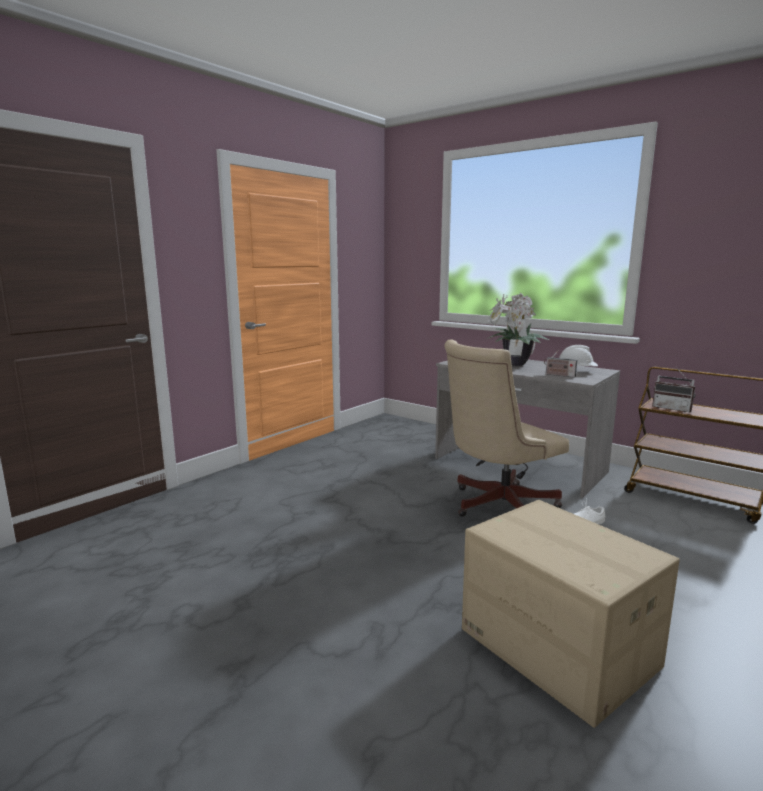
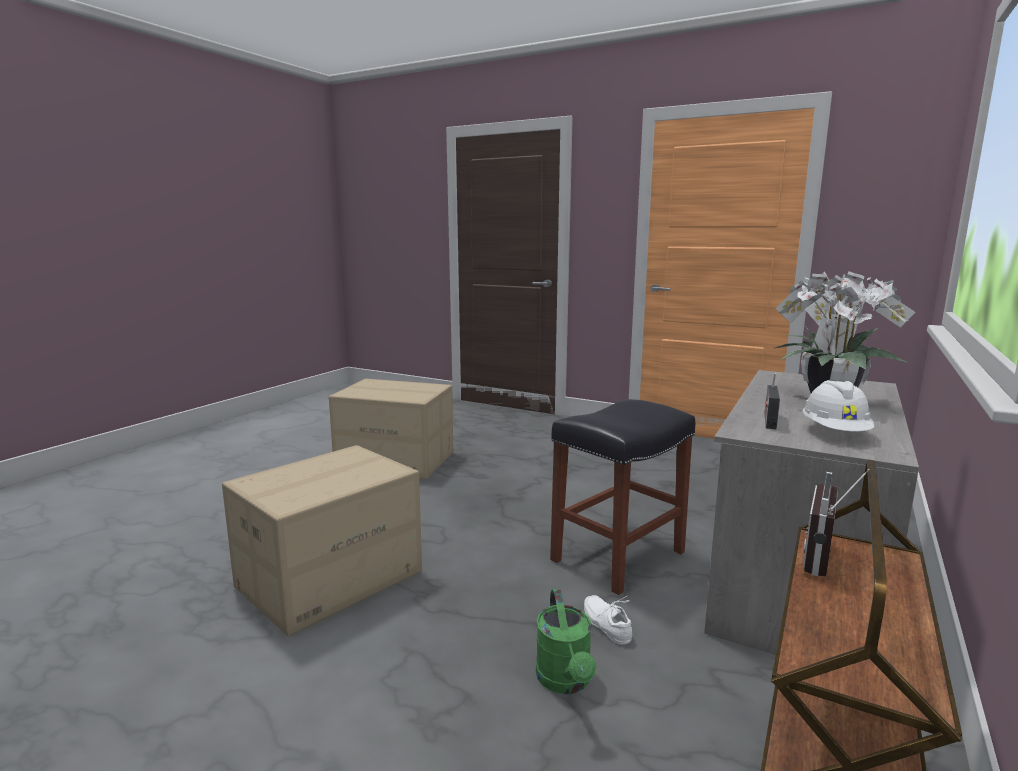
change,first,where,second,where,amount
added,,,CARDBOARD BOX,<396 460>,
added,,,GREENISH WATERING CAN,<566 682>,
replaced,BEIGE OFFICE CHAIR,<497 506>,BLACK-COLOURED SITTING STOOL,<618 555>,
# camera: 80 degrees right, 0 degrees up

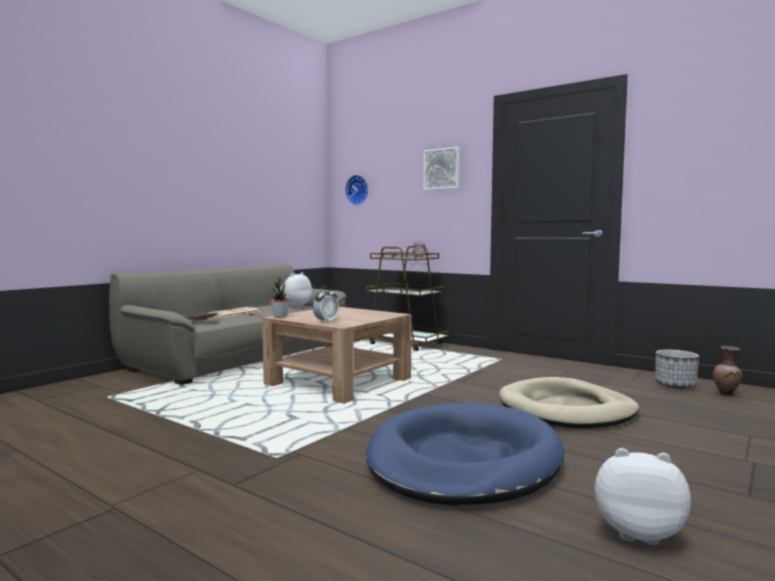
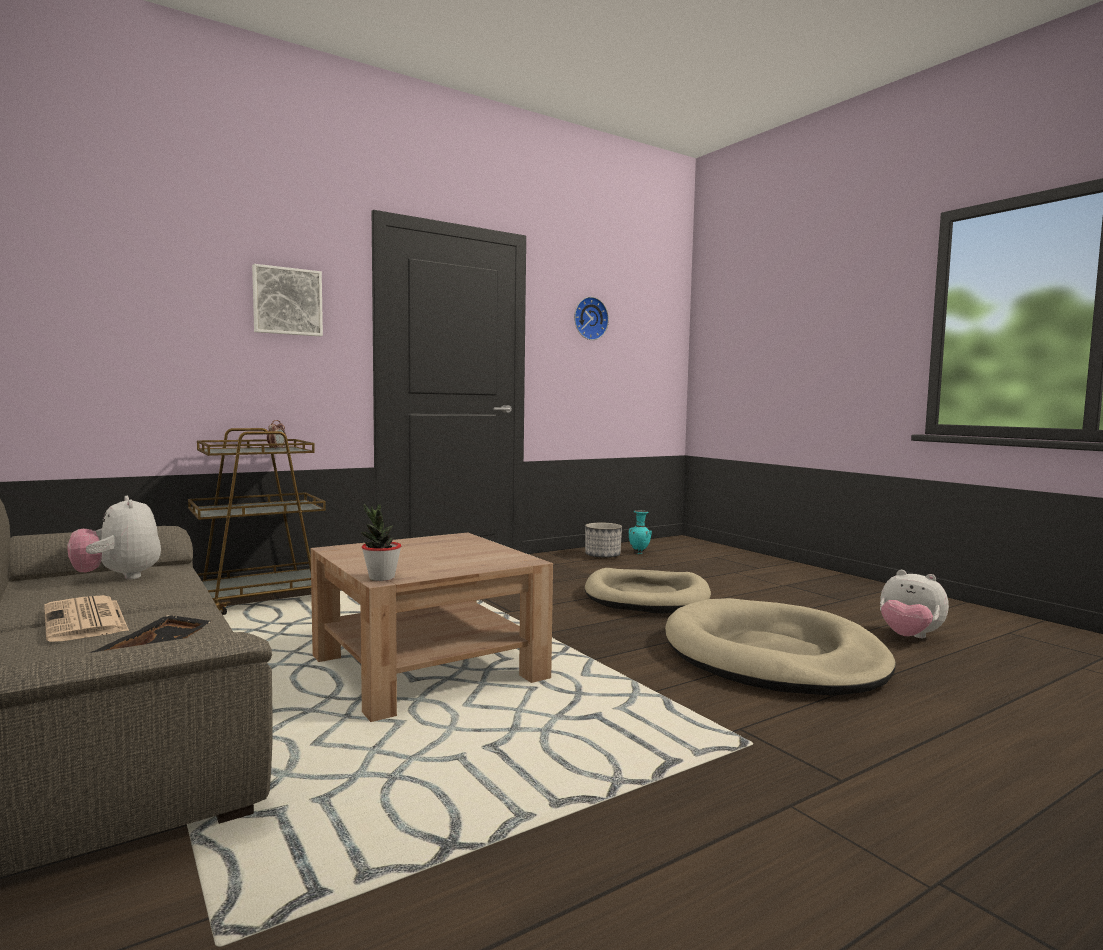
change,first,where,second,where,amount
moved,HANGING CLOCK,<358 190>,,<589 318>,
recoloured,BROWNISH DECORATIVE VASE,<726 394>,TURQUOISE-COLOURED DECORATIVE VASE,<639 553>,
recoloured,BLUISH DOG BED,<463 460>,BEIGE DOG BED,<772 656>,
turned,SOFT TOY,<637 532>,,<909 637>,90 degrees counterclockwise
removed,TABLE CLOCK,<326 321>,,,
# camera: 70 degrees left, 0 degrees up

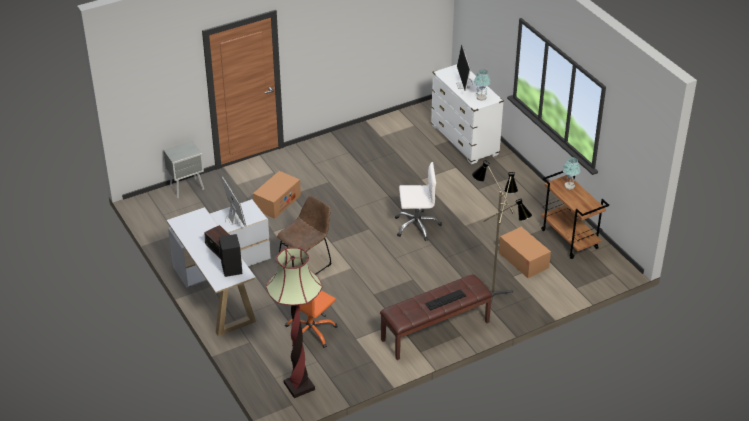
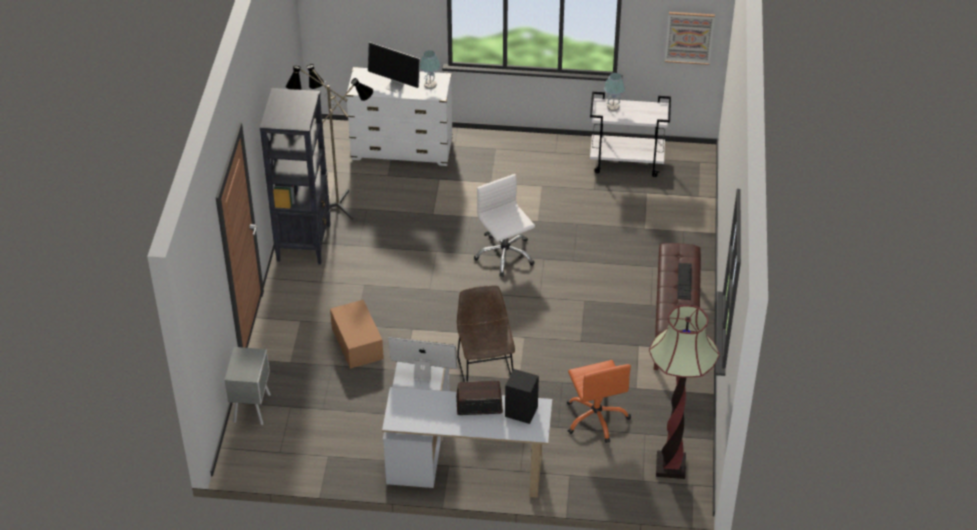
change,first,where,second,where,amount
added,,,BLACK-COLOURED SHELVING UNIT,<304 242>,
moved,STANDING LAMP,<495 293>,,<336 203>,
turned,WHITISH OFFICE CHAIR,<417 226>,,<504 255>,60 degrees counterclockwise
recoloured,BROWNISH CART,<570 239>,WHITISH CART,<627 162>,
added,,,WALL ART,<689 37>,
removed,CARDBOARD BOX,<523 260>,,,
# camera: 55 degrees left, 5 degrees up

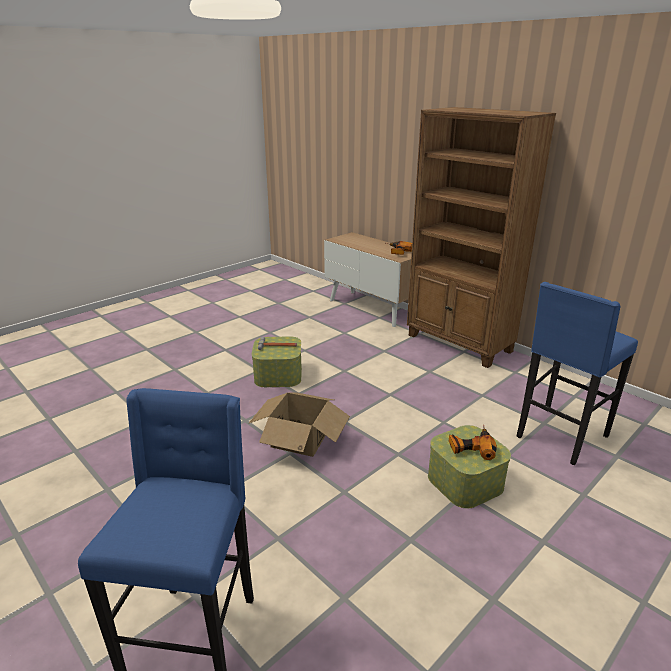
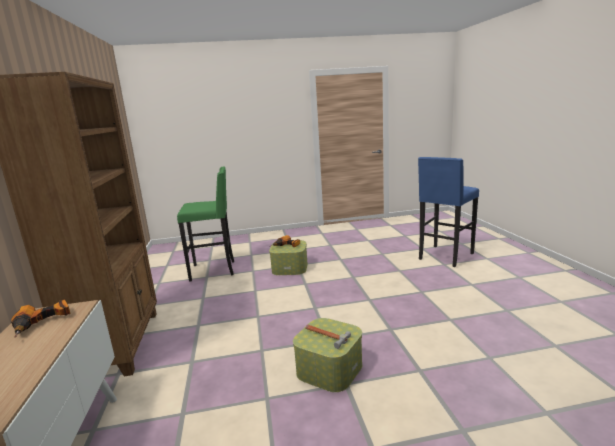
change,first,where,second,where,amount
recoloured,BLUISH SITTING STOOL,<559 437>,GREENISH SITTING STOOL,<214 270>,
removed,CARDBOARD BOX,<300 438>,,,
# camera: 145 degrees left, 10 degrees down

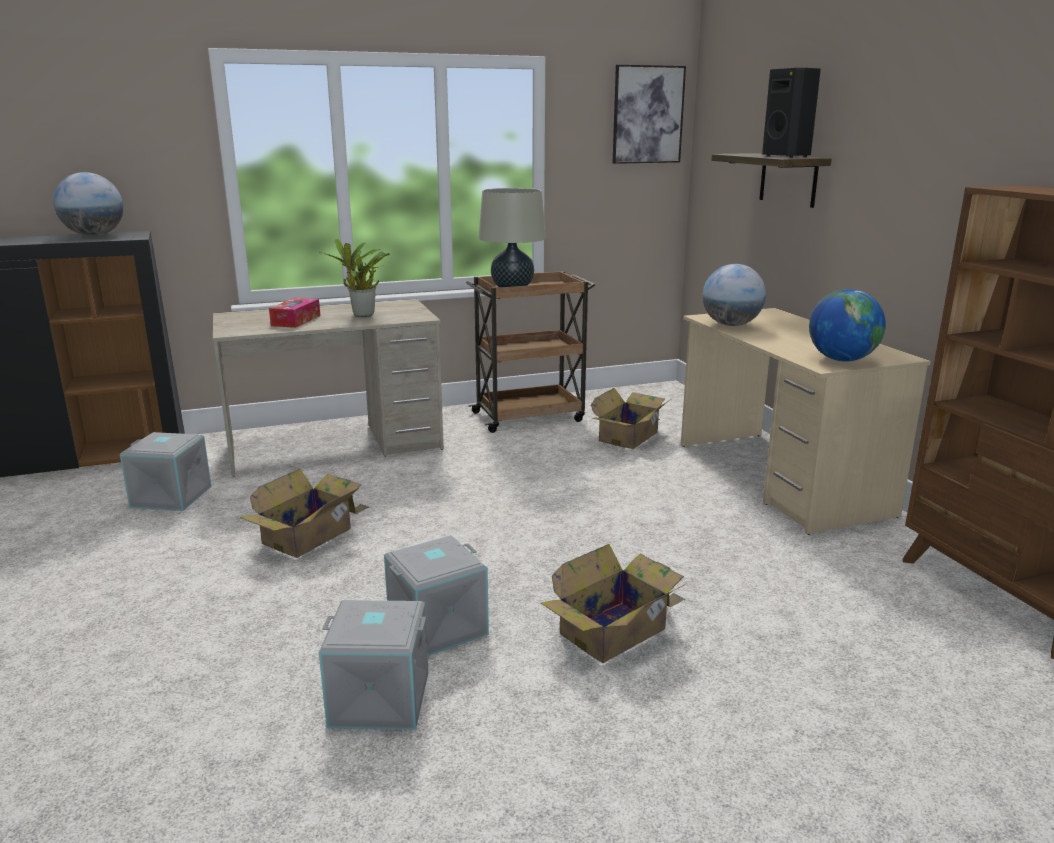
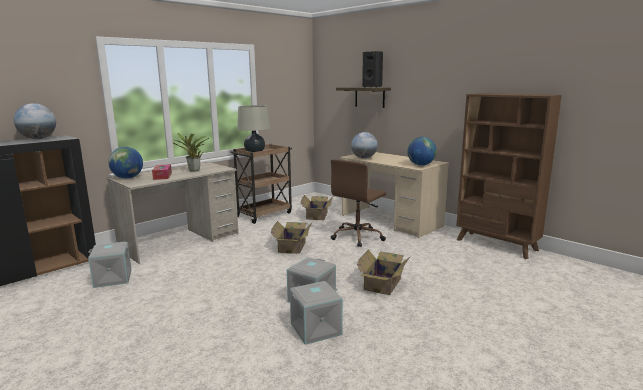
change,first,where,second,where,amount
added,,,WORLD GLOBE,<128 178>,
moved,CARDBOARD BOX,<311 535>,,<293 246>,
added,,,BROWNISH OFFICE CHAIR,<358 237>,
removed,WALL ART,<647 115>,,,
# camera: 25 degrees left, 5 degrees down

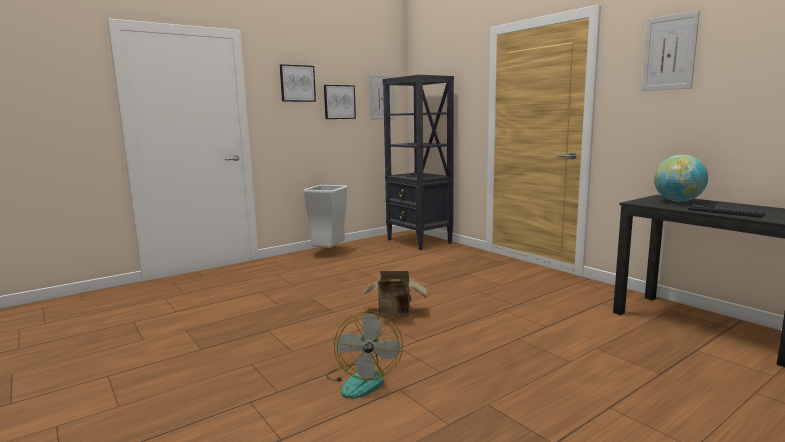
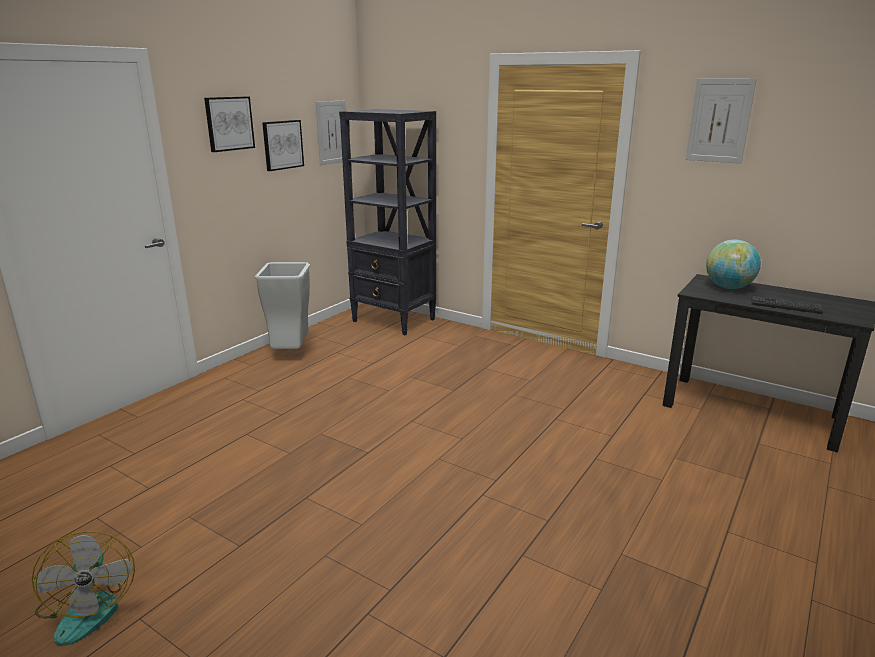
change,first,where,second,where,amount
moved,ELECTRIC FAN,<362 380>,,<89 608>,
removed,CARDBOARD BOX,<395 313>,,,
# camera: 20 degrees left, 10 degrees up

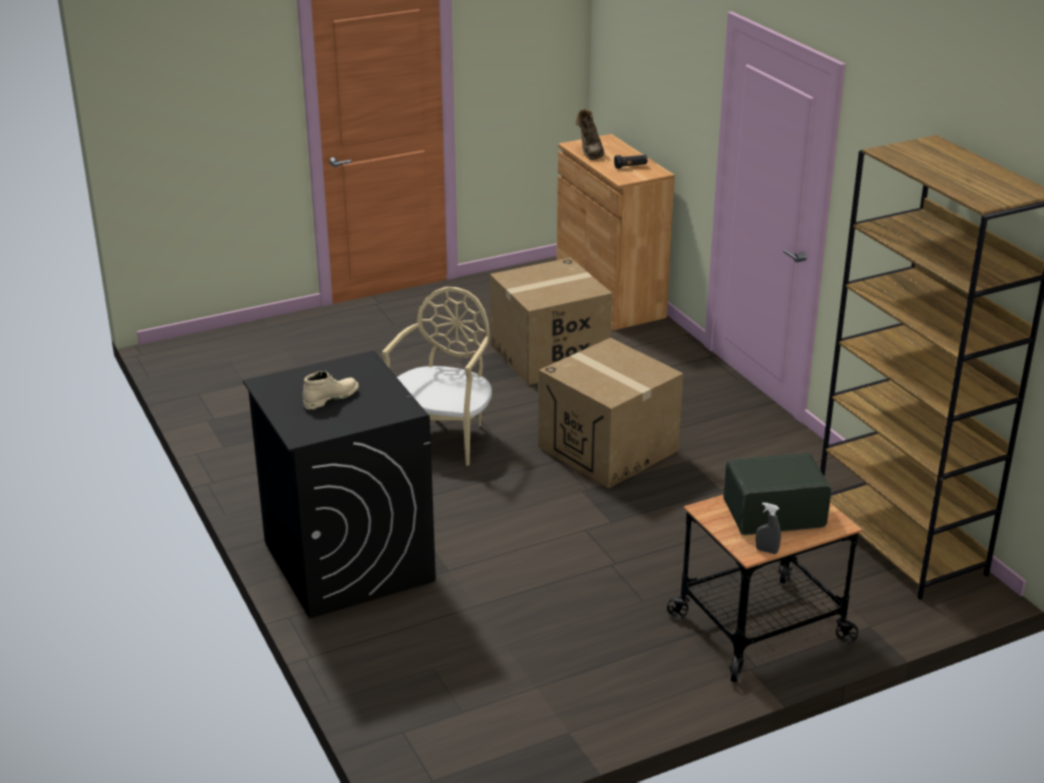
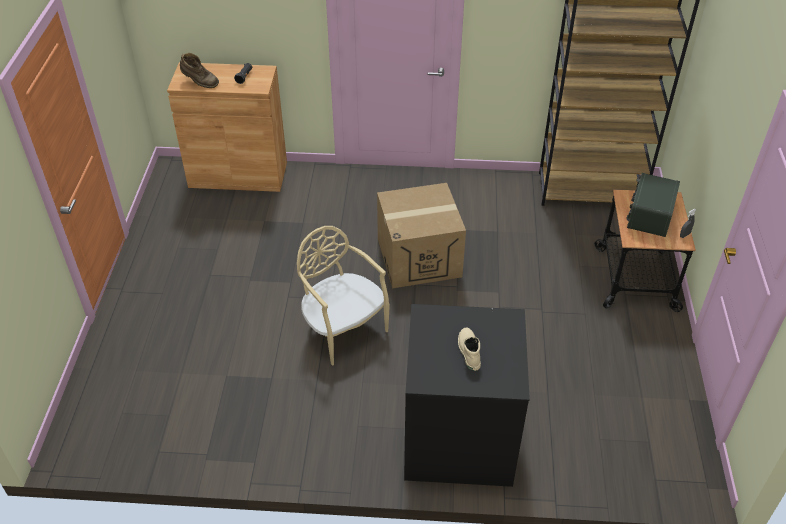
change,first,where,second,where,amount
removed,CARDBOARD BOX,<549 355>,,,
# camera: 60 degrees left, 15 degrees up

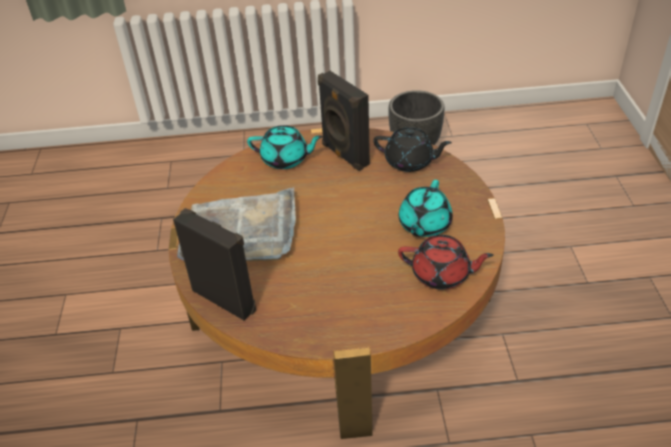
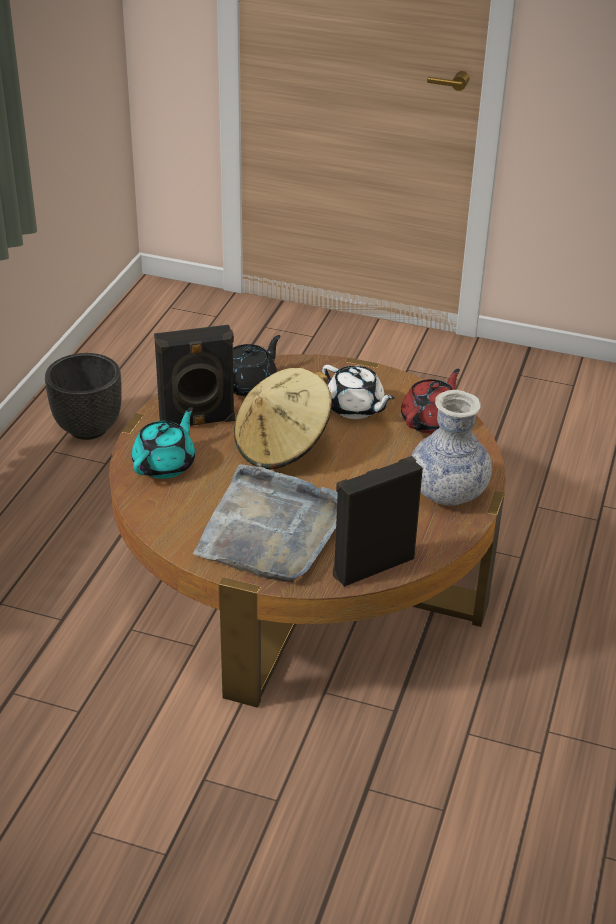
change,first,where,second,where,amount
added,,,BEIGE CLOTHING HAT,<282 445>,
recoloured,TURQUOISE-COLOURED TEAPOT,<424 225>,WHITISH TEAPOT,<355 408>,
added,,,DECORATIVE VASE,<447 492>,
# camera: 70 degrees left, 5 degrees down

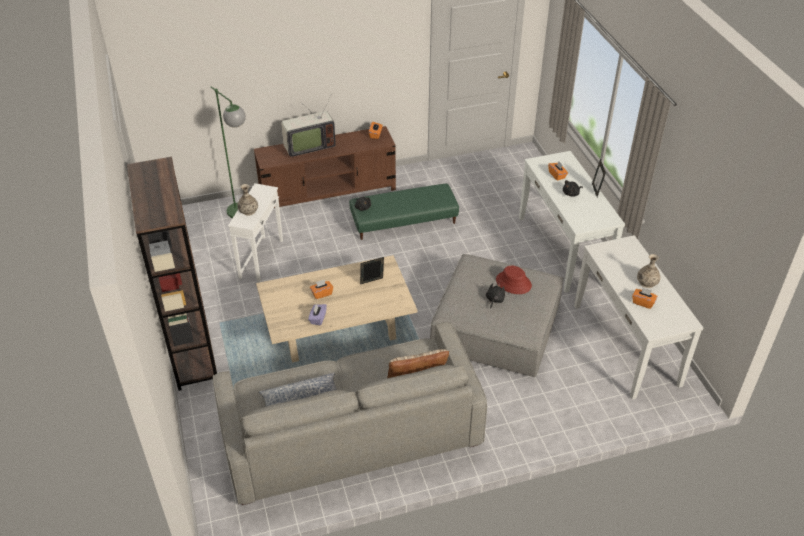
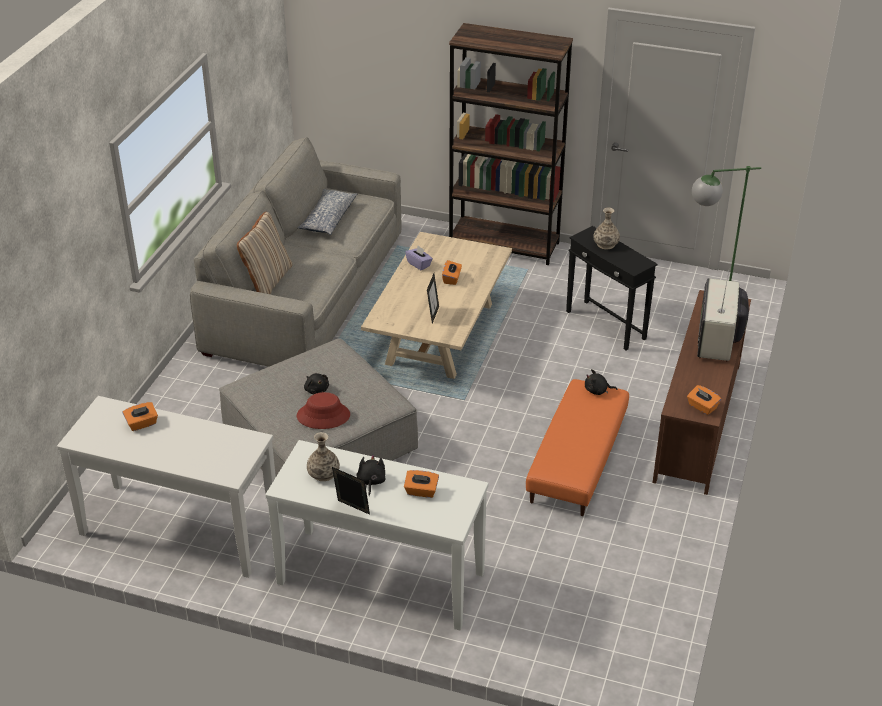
change,first,where,second,where,amount
moved,DECORATIVE VASE,<647 282>,,<323 474>,
recoloured,GREENISH FOOTREST,<403 220>,ORANGE-COLOURED FOOTREST,<578 460>,
recoloured,WHITISH END TABLE,<261 258>,BLACK-COLOURED END TABLE,<605 325>,
# camera: 125 degrees right, 5 degrees down

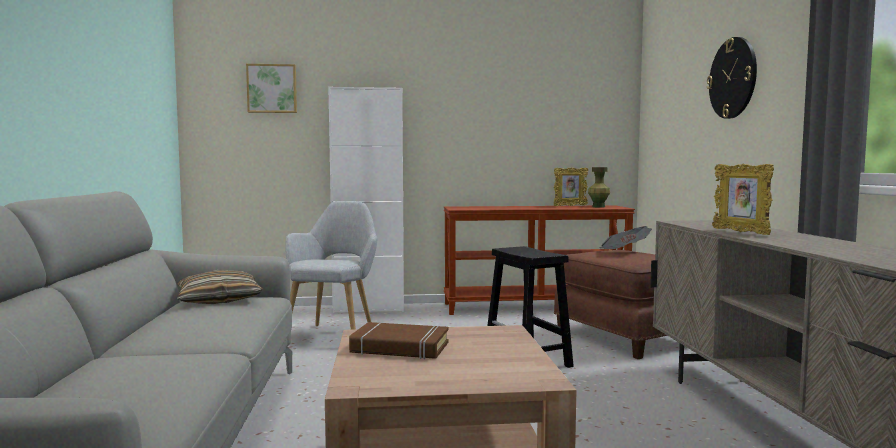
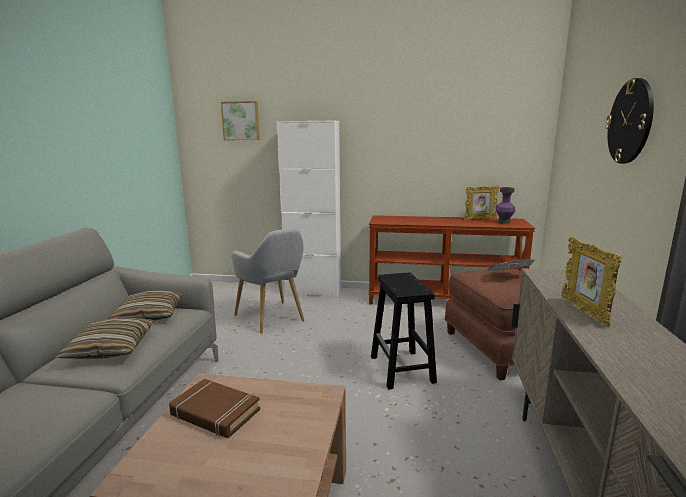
change,first,where,second,where,amount
added,,,PILLOW,<111 348>,
turned,GRAY ARMCHAIR,<335 334>,,<272 319>,120 degrees clockwise
recoloured,GREENISH DECORATIVE VASE,<598 207>,PURPLISH DECORATIVE VASE,<504 222>,
# camera: 15 degrees right, 10 degrees up

